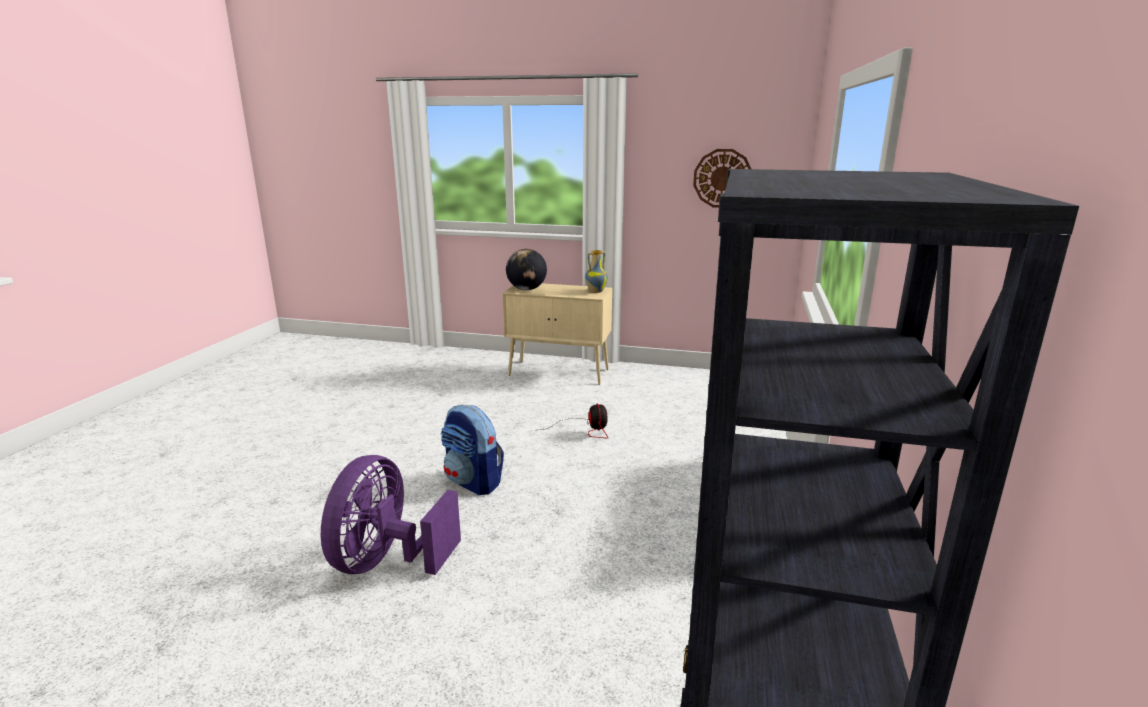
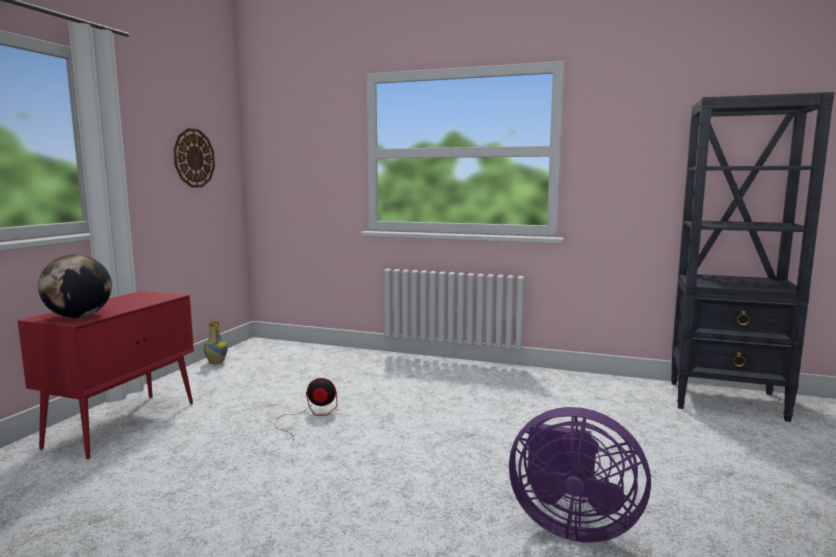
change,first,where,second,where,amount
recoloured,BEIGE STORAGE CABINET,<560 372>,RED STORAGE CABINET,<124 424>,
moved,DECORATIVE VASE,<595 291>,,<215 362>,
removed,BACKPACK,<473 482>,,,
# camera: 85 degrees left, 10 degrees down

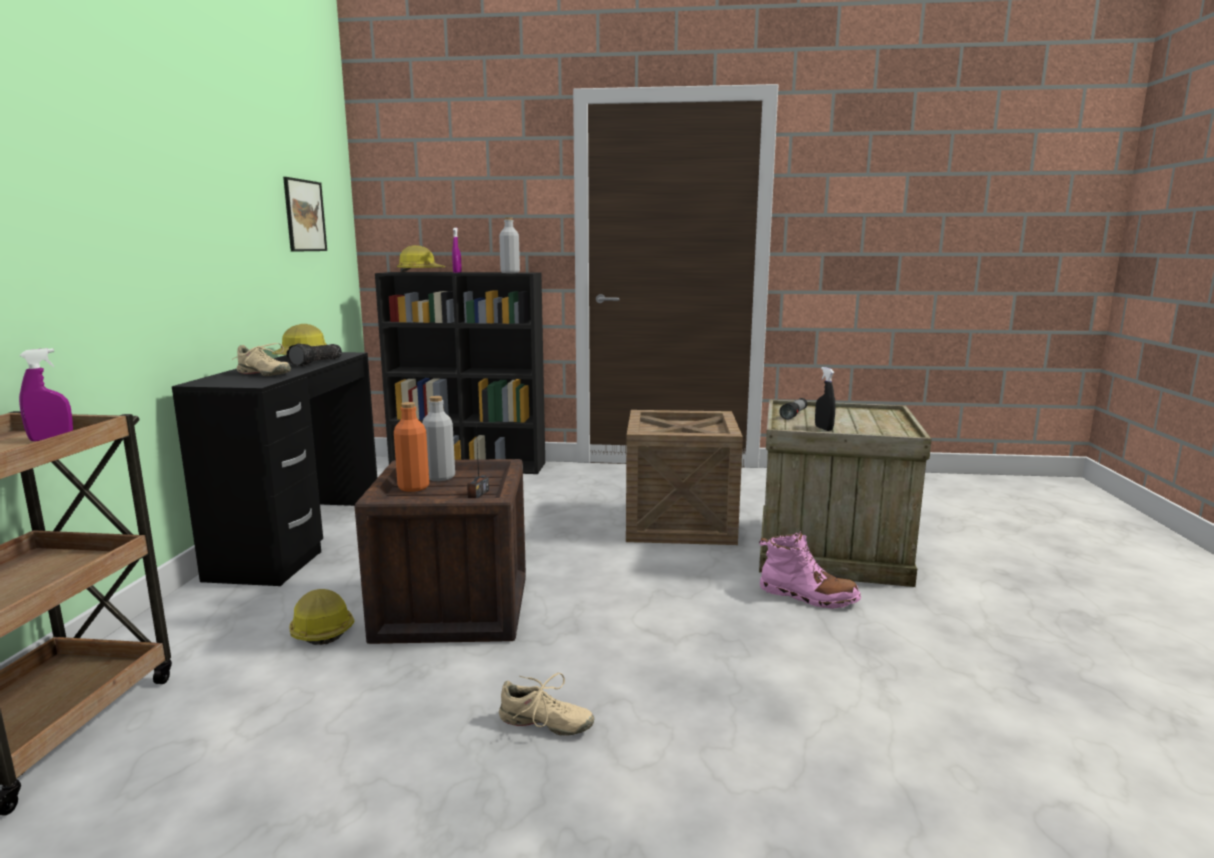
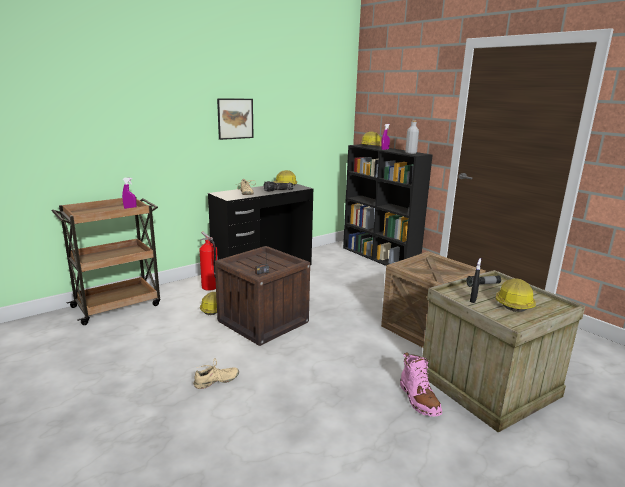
change,first,where,second,where,amount
turned,BEIGE SHOE,<545 724>,,<216 381>,90 degrees counterclockwise
added,,,FIRE-FIGHTING CYLINDER,<210 287>,
moved,WALL ART,<304 215>,,<235 118>,
added,,,HARD HAT,<513 303>,
removed,ORANGE-COLOURED DRINK BOTTLE,<413 487>,,,
removed,GRAY DRINK BOTTLE,<440 477>,,,
# camera: 45 degrees right, 5 degrees up

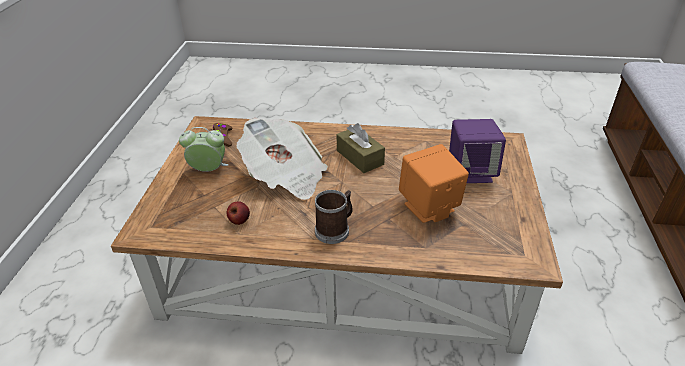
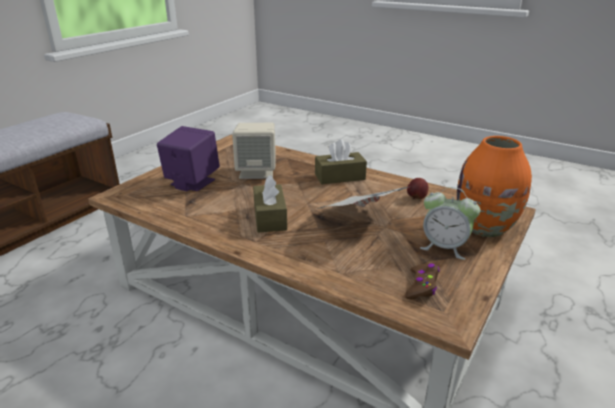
change,first,where,second,where,amount
recoloured,ORANGE-COLOURED LOUDSPEAKER,<429 208>,BEIGE LOUDSPEAKER,<257 172>,
replaced,TEA MUG,<335 229>,BROWNISH TISSUE HOLDER,<340 177>,
added,,,ORANGE-COLOURED DECORATIVE VASE,<485 228>,
# camera: 155 degrees left, 10 degrees down

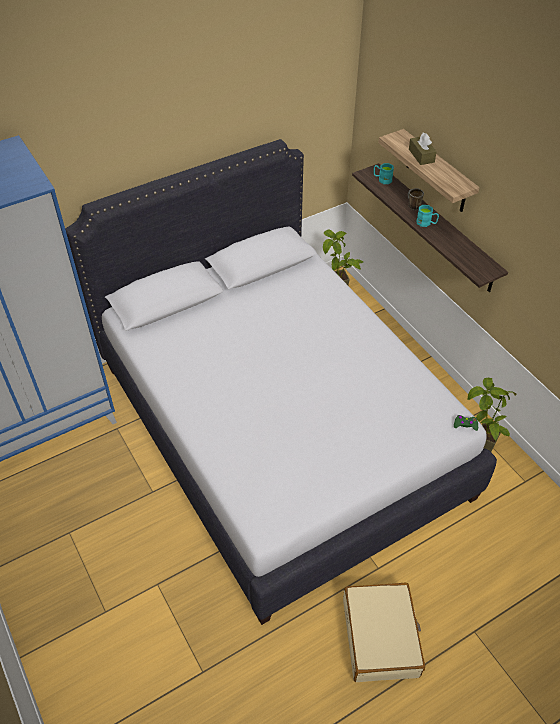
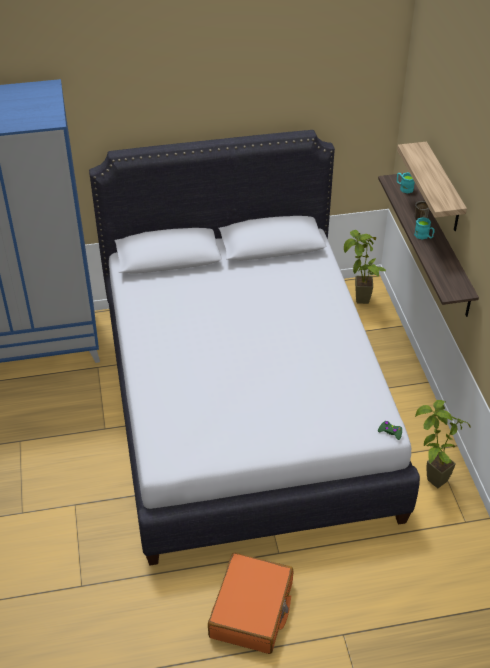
change,first,where,second,where,amount
recoloured,BEIGE PIECE OF LUGGAGE,<381 637>,ORANGE-COLOURED PIECE OF LUGGAGE,<252 610>,
removed,BROWNISH TISSUE HOLDER,<421 156>,,,
# camera: 20 degrees right, 5 degrees down

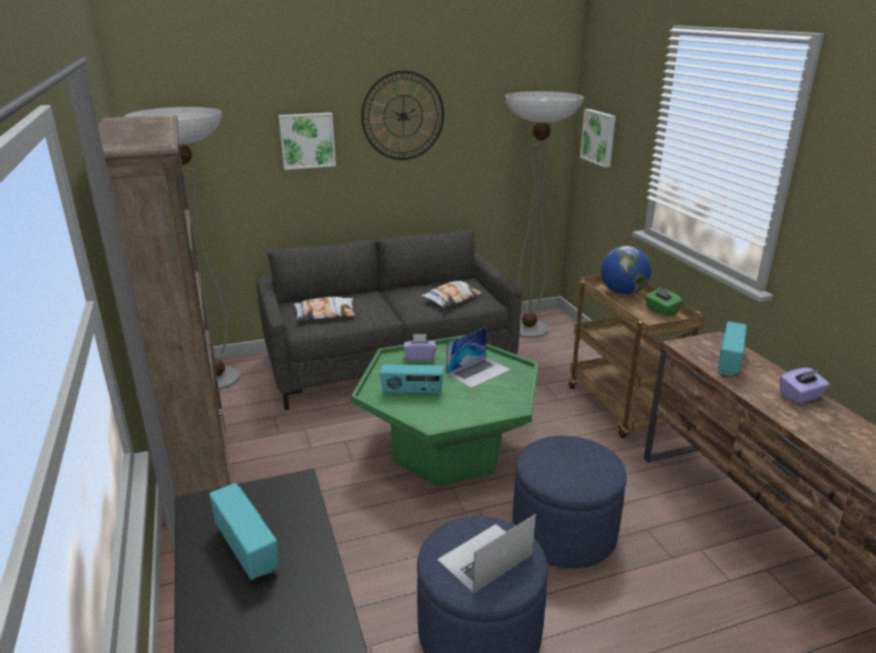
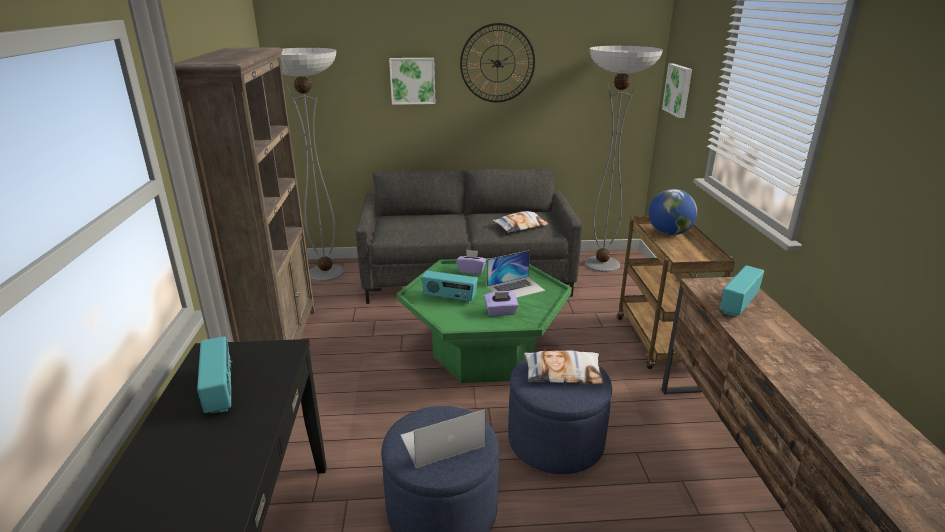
change,first,where,second,where,amount
moved,PURPLISH TISSUE HOLDER,<800 396>,,<500 312>,
moved,PILLOW,<325 314>,,<563 372>,
removed,GREENISH TISSUE HOLDER,<661 311>,,,
# camera: 15 degrees right, 0 degrees up

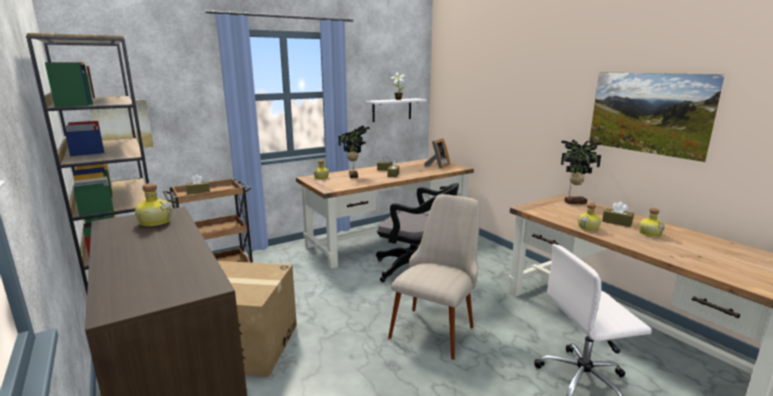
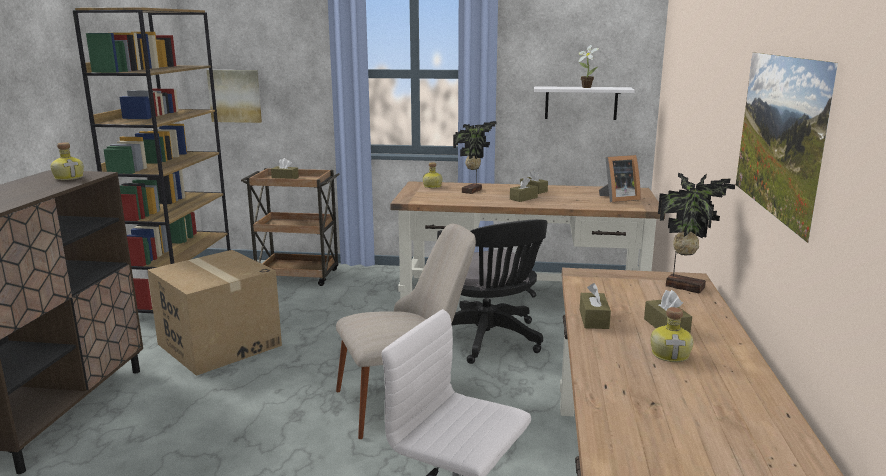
change,first,where,second,where,amount
replaced,DRINK BOTTLE,<588 228>,BROWNISH TISSUE HOLDER,<594 319>,
# camera: 40 degrees right, 0 degrees up

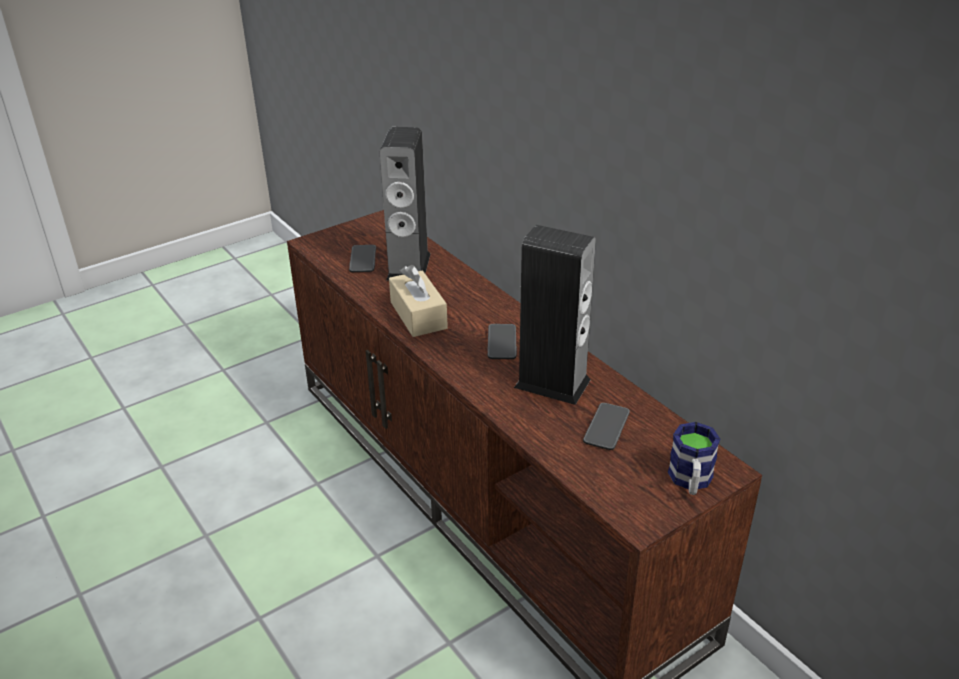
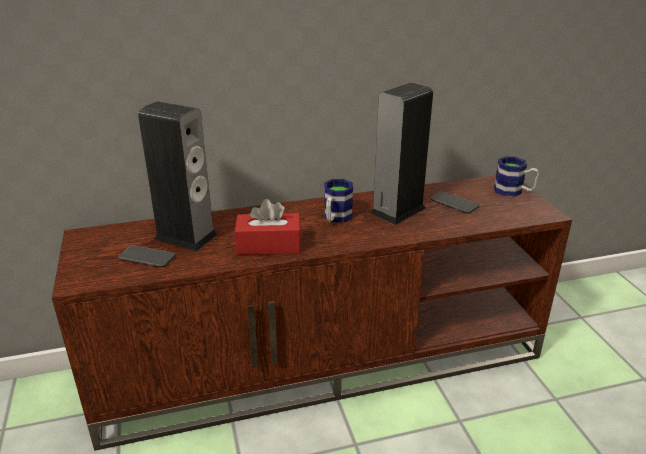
change,first,where,second,where,amount
recoloured,BEIGE TISSUE HOLDER,<418 315>,RED TISSUE HOLDER,<269 245>,
replaced,PHONE,<502 342>,TEA MUG,<335 218>,
# camera: 70 degrees left, 5 degrees down

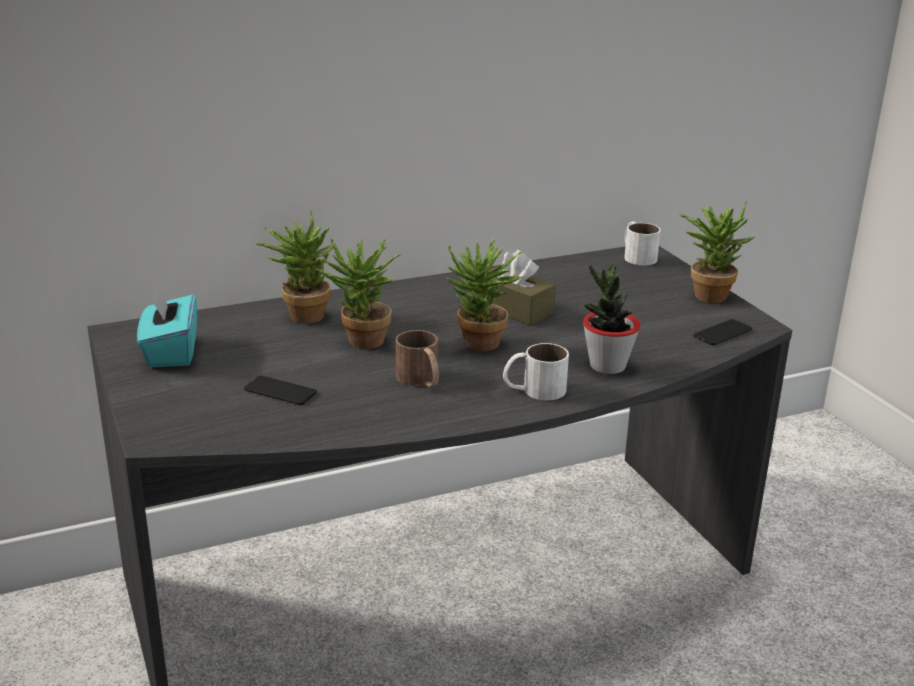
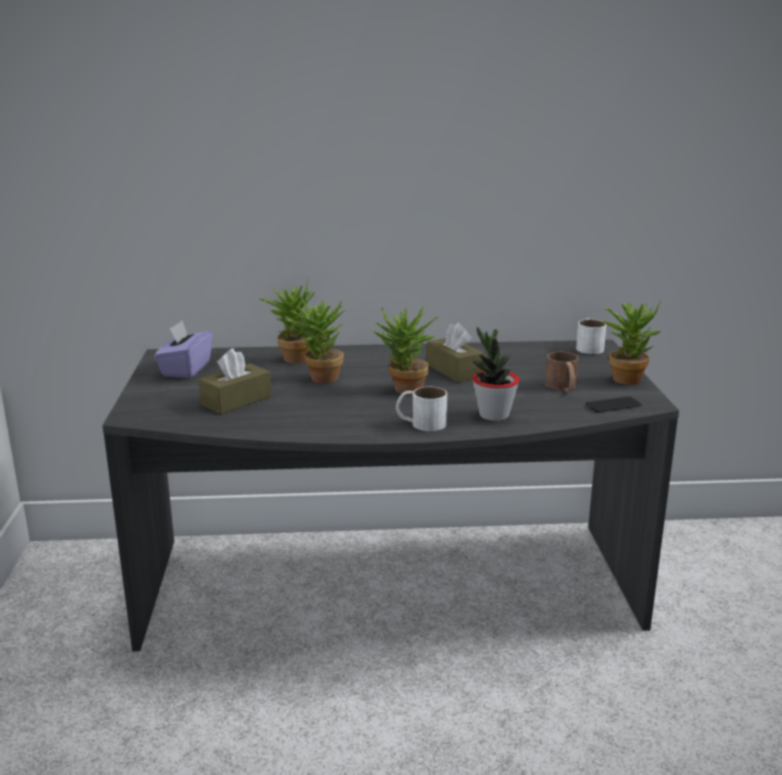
change,first,where,second,where,amount
recoloured,TURQUOISE-COLOURED TISSUE HOLDER,<171 352>,PURPLISH TISSUE HOLDER,<185 369>,
replaced,PHONE,<280 391>,BROWNISH TISSUE HOLDER,<236 400>,
moved,BROWNISH TEA MUG,<421 380>,,<563 388>,
# camera: 20 degrees right, 5 degrees down

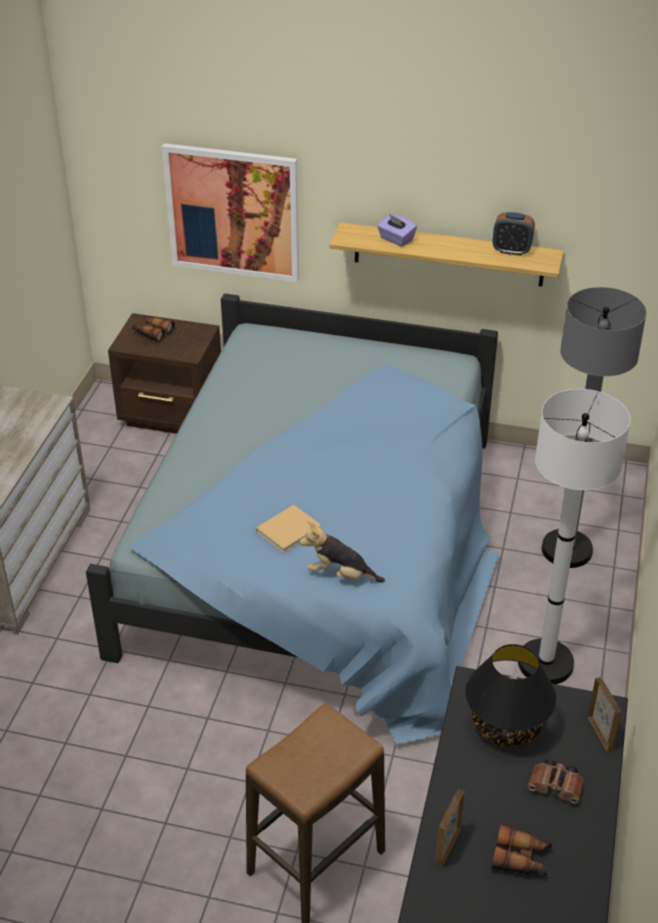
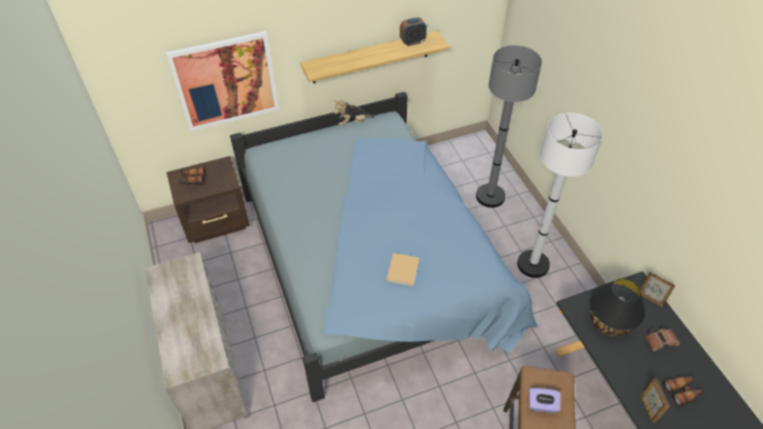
change,first,where,second,where,amount
moved,SOFT TOY,<340 575>,,<353 122>,
moved,PURPLISH TISSUE HOLDER,<396 239>,,<542 405>,
# camera: 35 degrees left, 10 degrees up

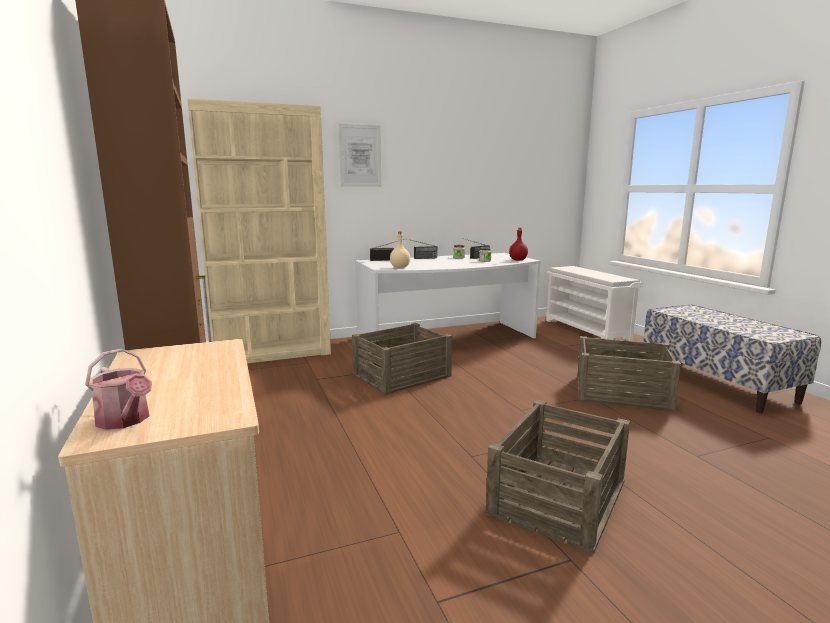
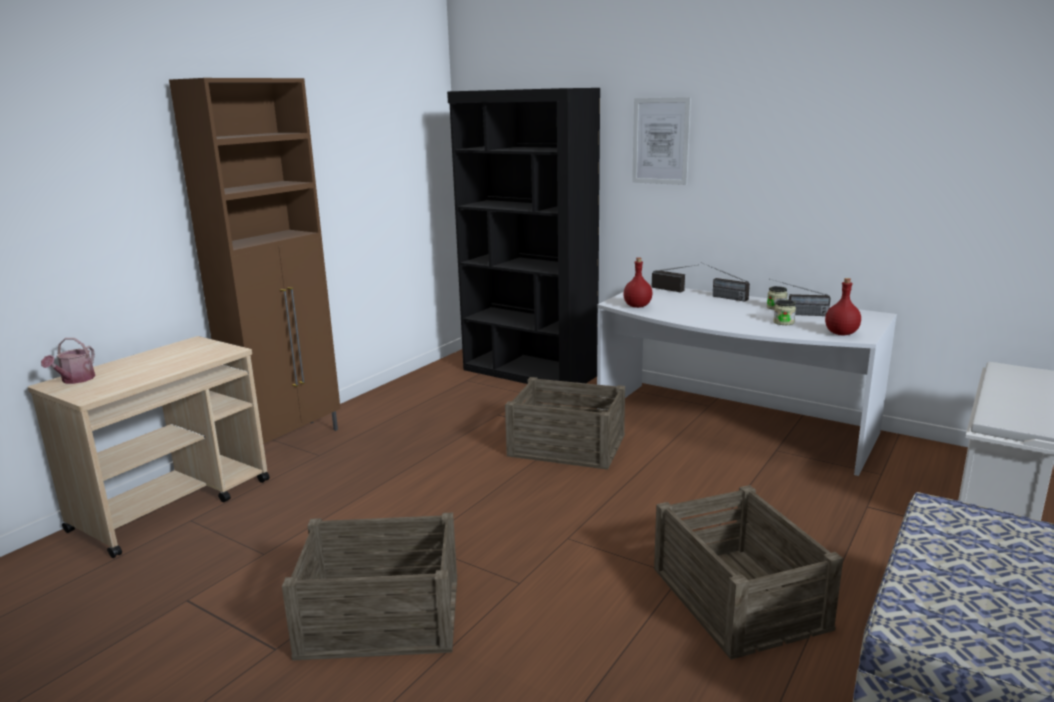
change,first,where,second,where,amount
recoloured,BEIGE SHELVING UNIT,<272 353>,BLACK-COLOURED SHELVING UNIT,<529 373>,
recoloured,BEIGE DRINK BOTTLE,<400 267>,RED DRINK BOTTLE,<638 306>,
# camera: 55 degrees right, 5 degrees up

